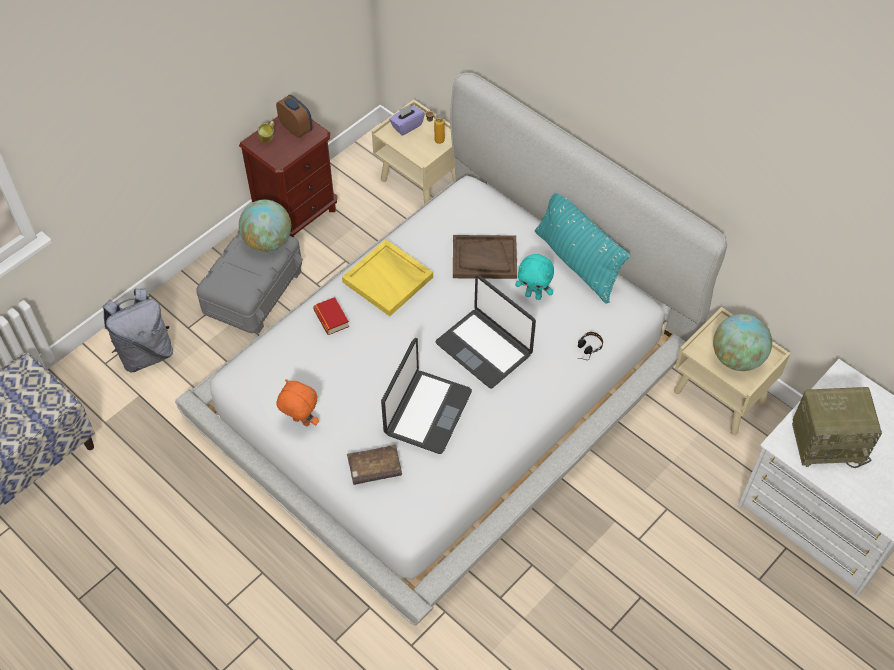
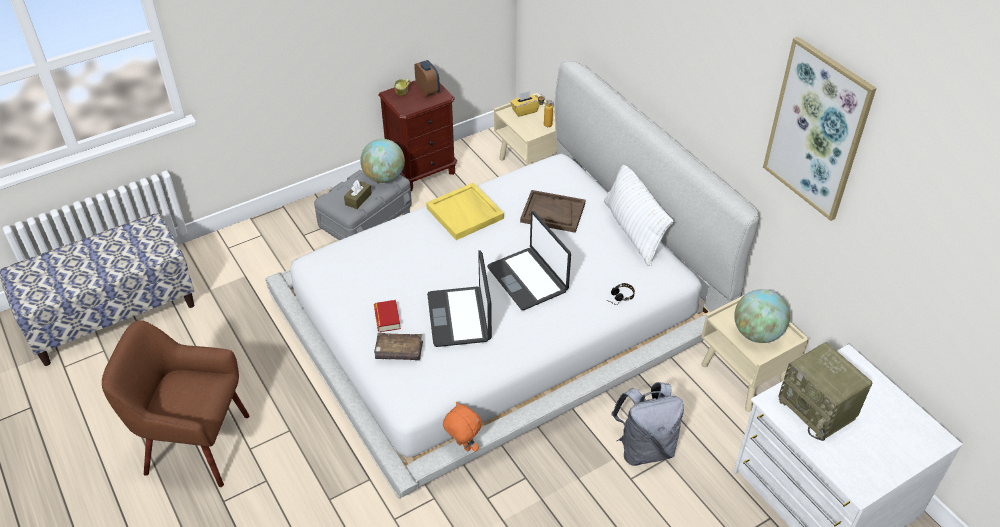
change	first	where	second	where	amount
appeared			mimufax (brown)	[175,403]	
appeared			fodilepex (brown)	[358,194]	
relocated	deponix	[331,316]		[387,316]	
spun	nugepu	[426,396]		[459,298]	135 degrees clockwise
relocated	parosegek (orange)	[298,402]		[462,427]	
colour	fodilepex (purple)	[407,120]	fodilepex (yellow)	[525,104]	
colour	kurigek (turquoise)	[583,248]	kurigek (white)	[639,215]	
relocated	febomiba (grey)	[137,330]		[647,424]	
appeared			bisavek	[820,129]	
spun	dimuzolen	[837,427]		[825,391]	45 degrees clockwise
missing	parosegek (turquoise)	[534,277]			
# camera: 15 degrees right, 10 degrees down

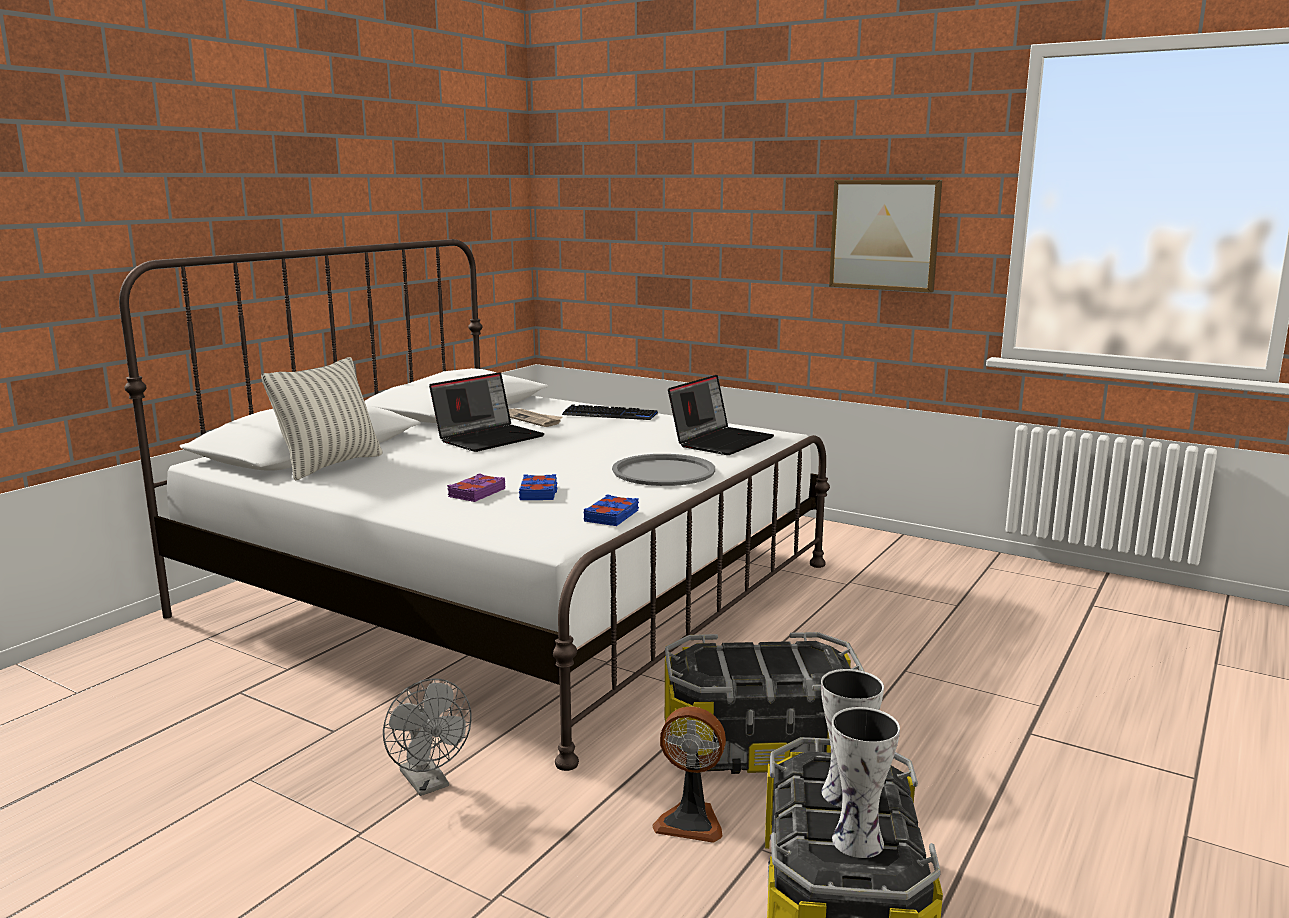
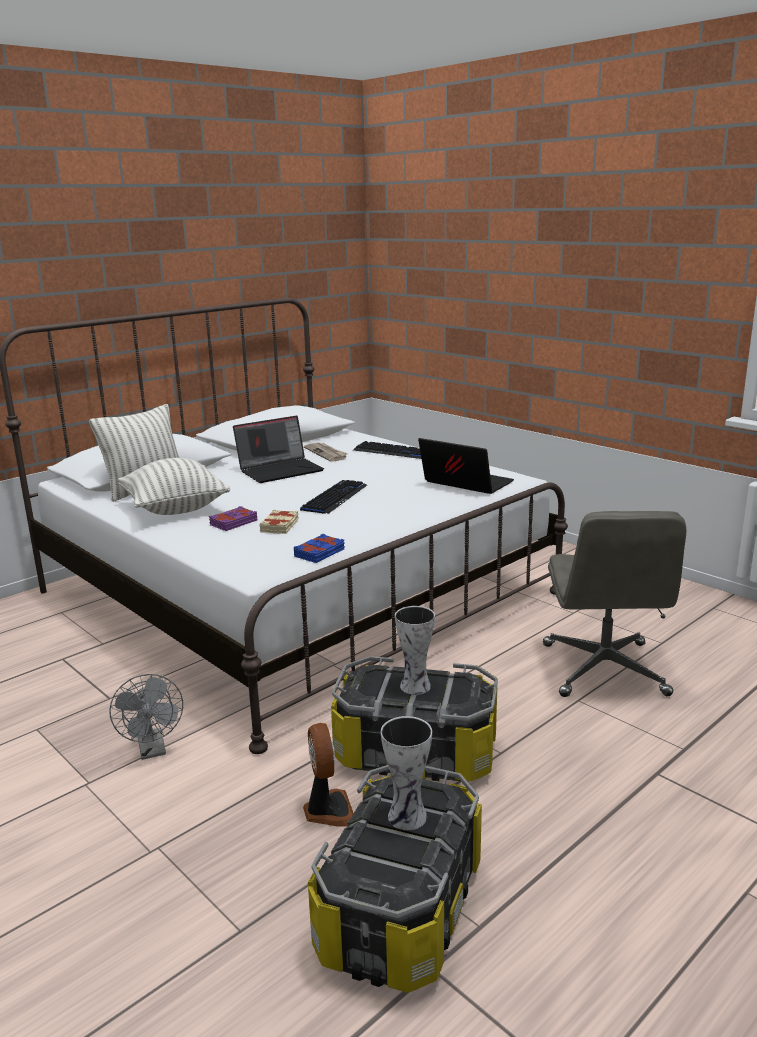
change	first	where	second	where	amount
appeared			kurigek	[173,486]	
colour	deponix (blue)	[538,487]	deponix (beige)	[279,522]	
appeared			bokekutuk	[333,497]	
spun	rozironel	[689,774]		[328,774]	135 degrees counterclockwise
relocated	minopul	[866,782]		[415,650]	
spun	nugepu	[721,415]		[466,466]	105 degrees counterclockwise
appeared			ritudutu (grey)	[615,604]	
missing	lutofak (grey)	[663,470]			
missing	bisavek	[885,236]			
# camera: 15 degrees right, 5 degrees up

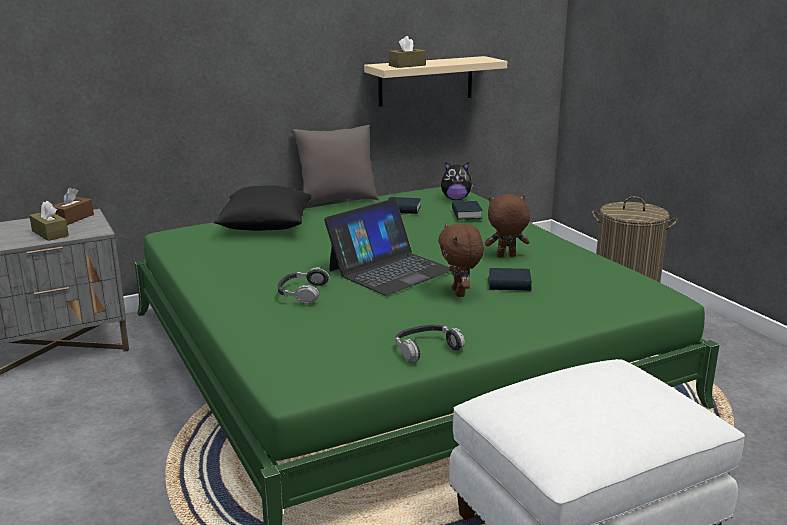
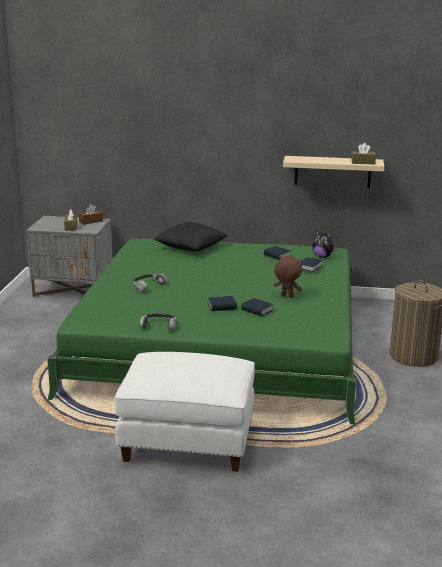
change	first	where	second	where	amount
exchanged	parosegek (brown)	[461,260]	deponix	[222,303]	
relocated	fodilepex (brown)	[407,52]		[363,154]	
missing	kurigek (grey)	[335,166]			
missing	nugepu	[387,246]			
# camera: 35 degrees right, 0 degrees up

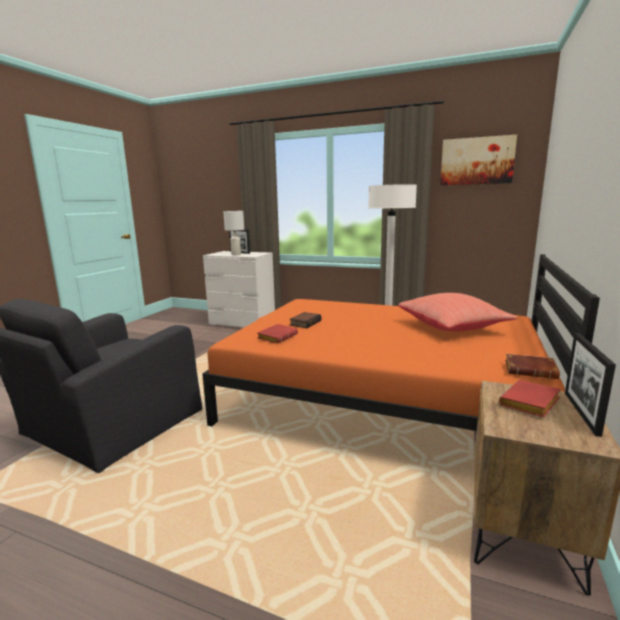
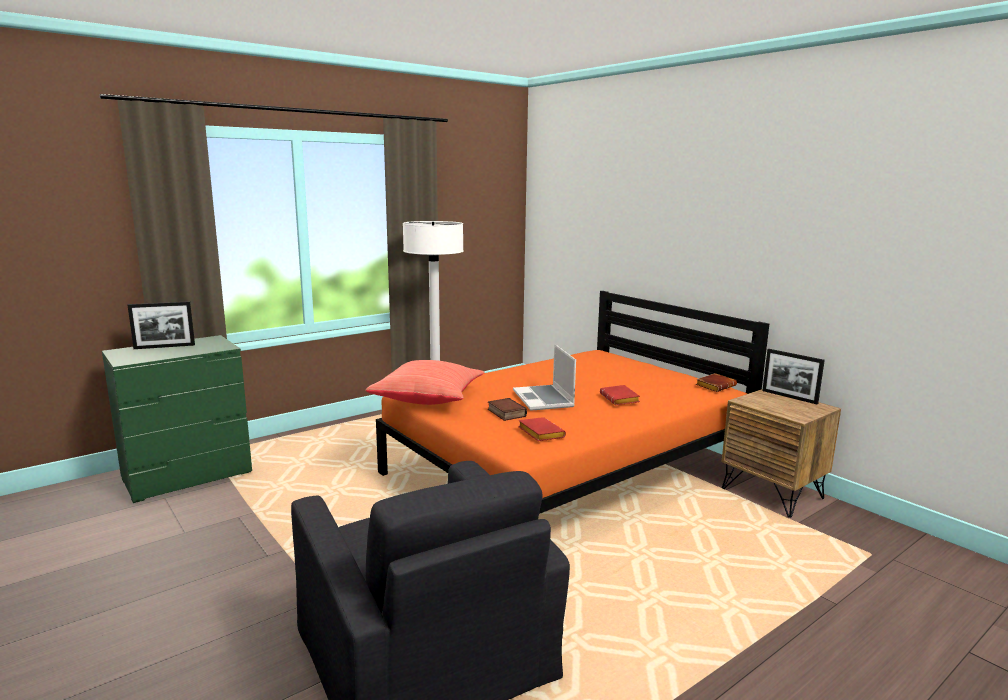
change	first	where	second	where	amount
colour	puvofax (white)	[239,289]	puvofax (green)	[177,419]	
relocated	kurigek (red)	[458,312]		[425,382]	
appeared			nugepu	[544,377]	
relocated	deponix (red)	[530,398]		[620,395]	
missing	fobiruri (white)	[233,233]			
missing	bisavek	[478,160]			
# camera: 60 degrees left, 0 degrees up

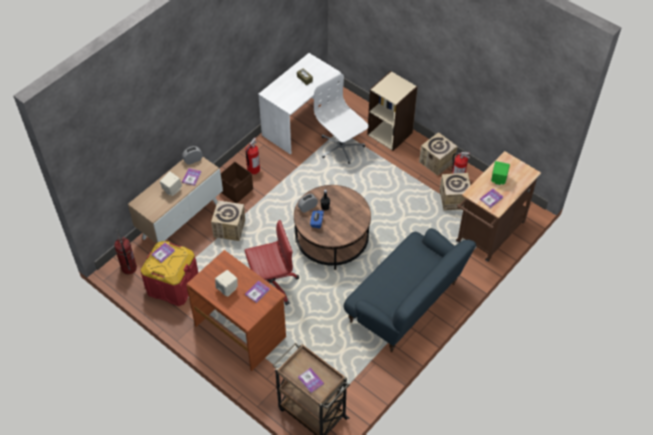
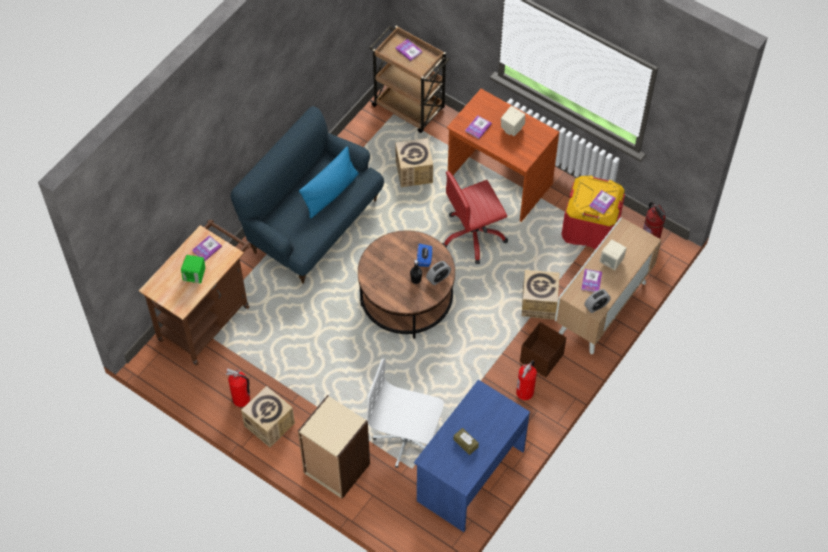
change	first	where	second	where	amount
appeared			kurigek (blue)	[329,182]	
spun	ritudutu (white)	[341,118]		[405,413]	150 degrees clockwise
relocated	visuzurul	[455,191]		[414,162]	
colour	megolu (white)	[299,103]	megolu (blue)	[472,456]	
# camera: 175 degrees right, 5 degrees up

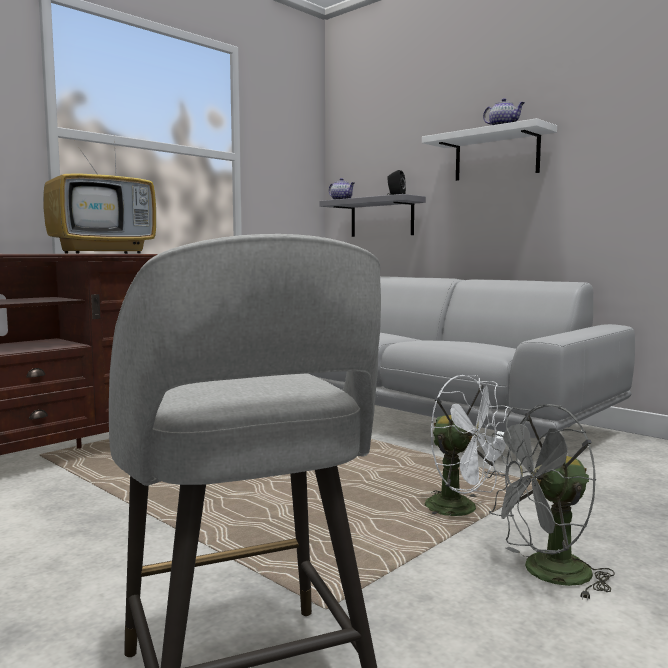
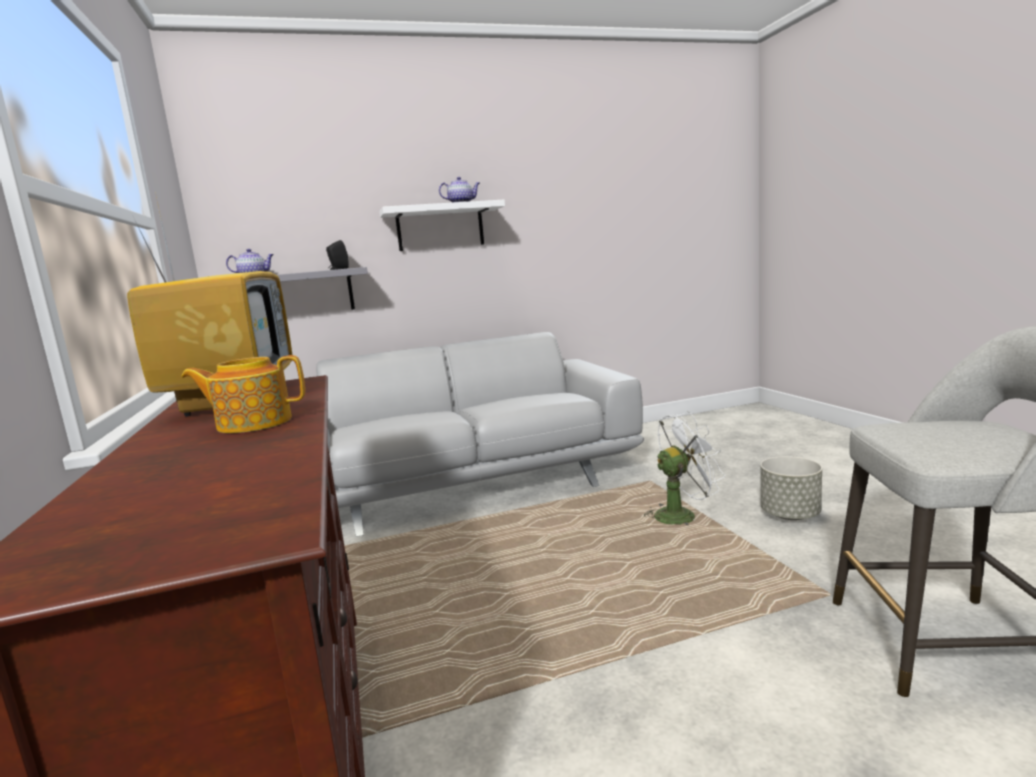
change	first	where	second	where	amount
appeared			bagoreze	[243,394]	
exchanged	rozironel (grey)	[549,502]	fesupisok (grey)	[791,488]	
# camera: 60 degrees left, 5 degrees up

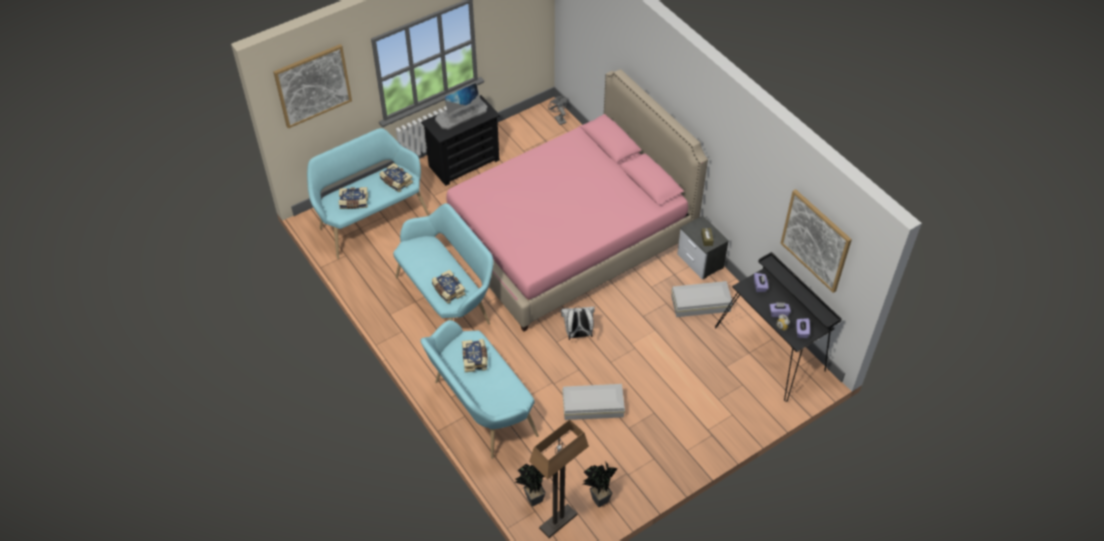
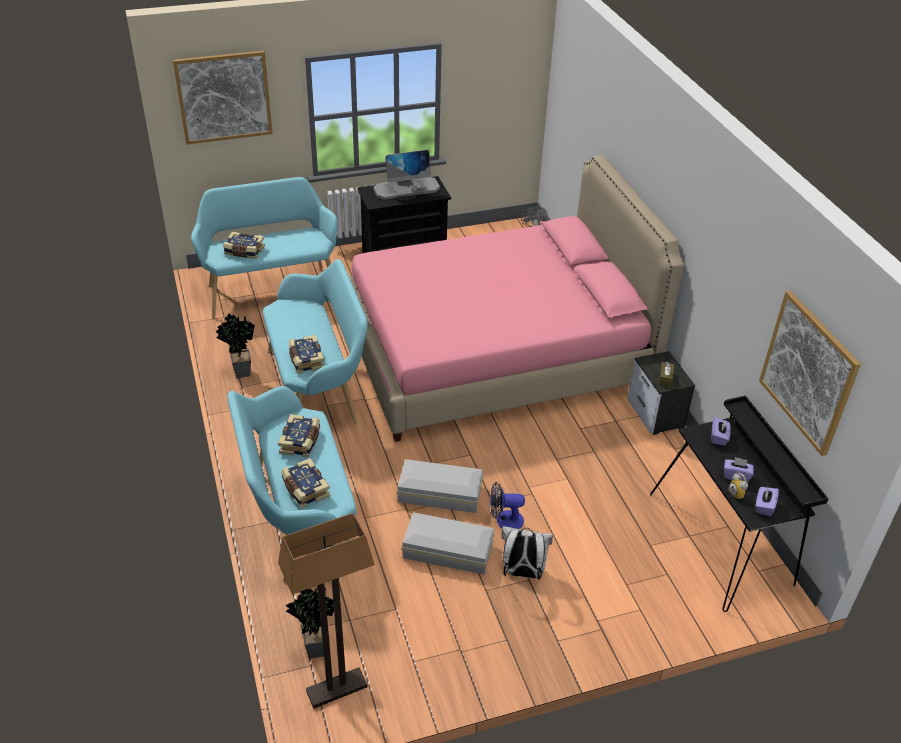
change	first	where	second	where	amount
relocated	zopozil	[600,484]		[235,346]	
relocated	deponix	[396,178]		[305,483]	
relocated	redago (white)	[702,299]		[440,486]	
appeared			rozironel	[507,505]	
relocated	febomiba (white)	[578,323]		[527,552]	
# camera: 15 degrees right, 10 degrees down

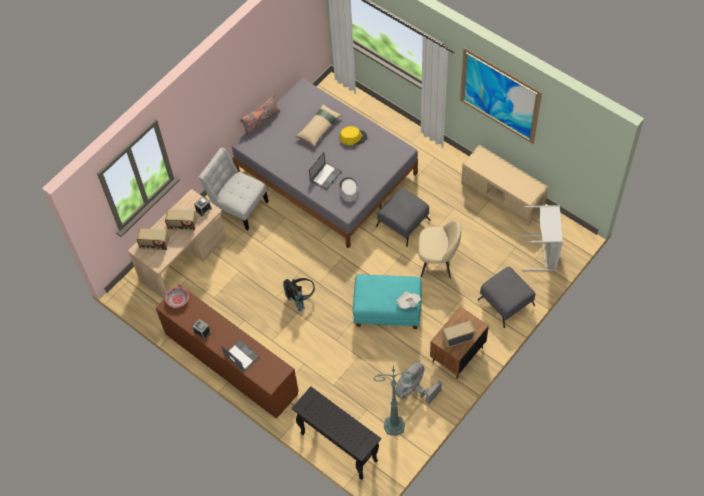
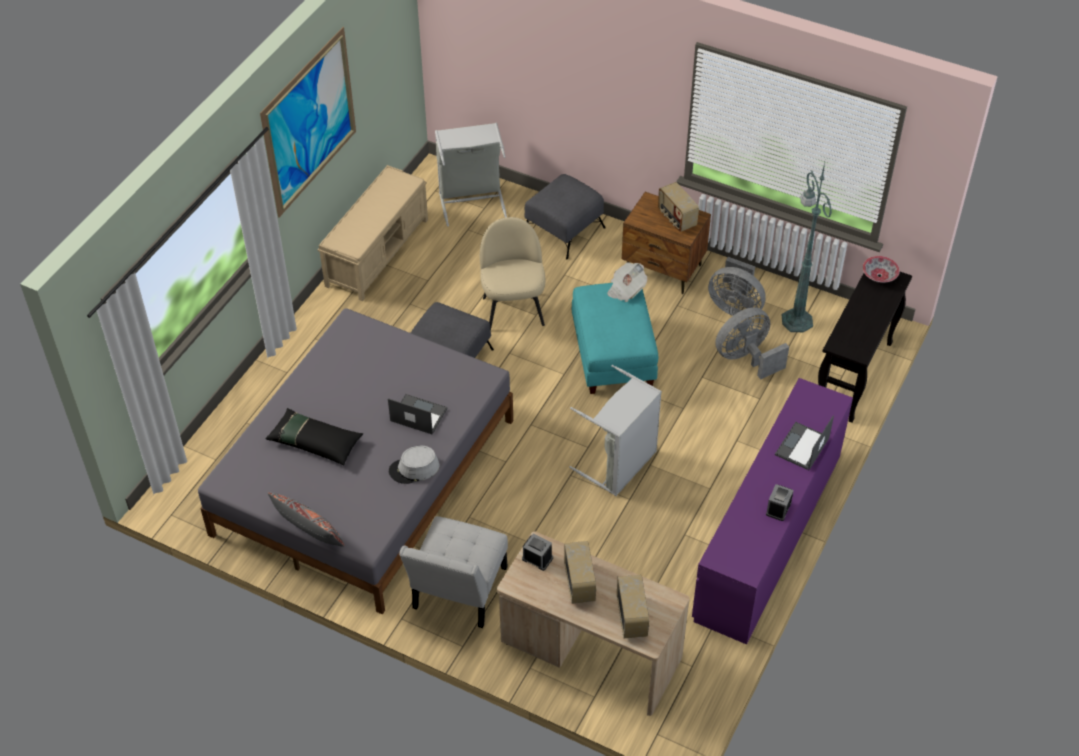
change	first	where	second	where	amount
colour	kurigek (beige)	[319,125]	kurigek (black)	[314,436]	
relocated	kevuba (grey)	[349,189]		[414,465]	
exchanged	febomiba (black)	[299,295]	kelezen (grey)	[615,430]	
colour	puvofax (brown)	[227,351]	puvofax (purple)	[772,511]	
appeared			rozironel (grey)	[752,343]	
relocated	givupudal	[177,297]		[881,269]	
missing	kevuba (yellow)	[353,135]			
# camera: 105 degrees left, 10 degrees down

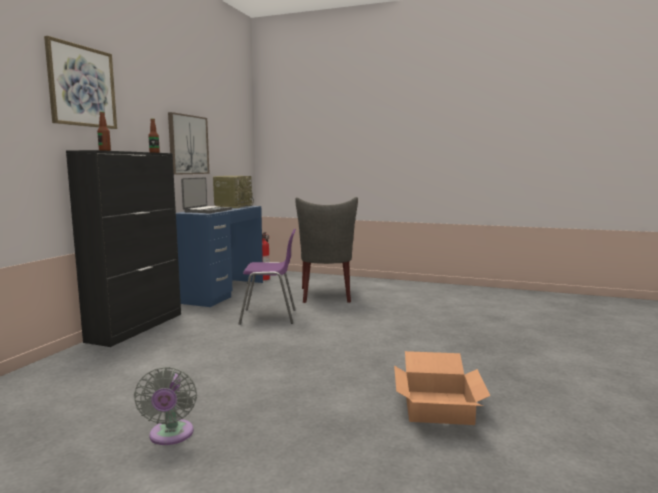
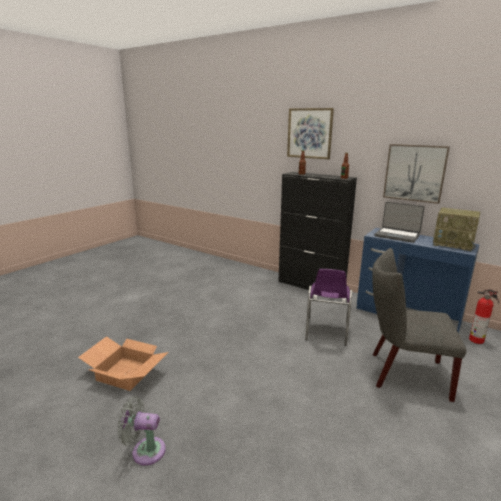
change	first	where	second	where	amount
relocated	rozironel (grey)	[165,406]		[141,431]	
# camera: 105 degrees right, 10 degrees up

